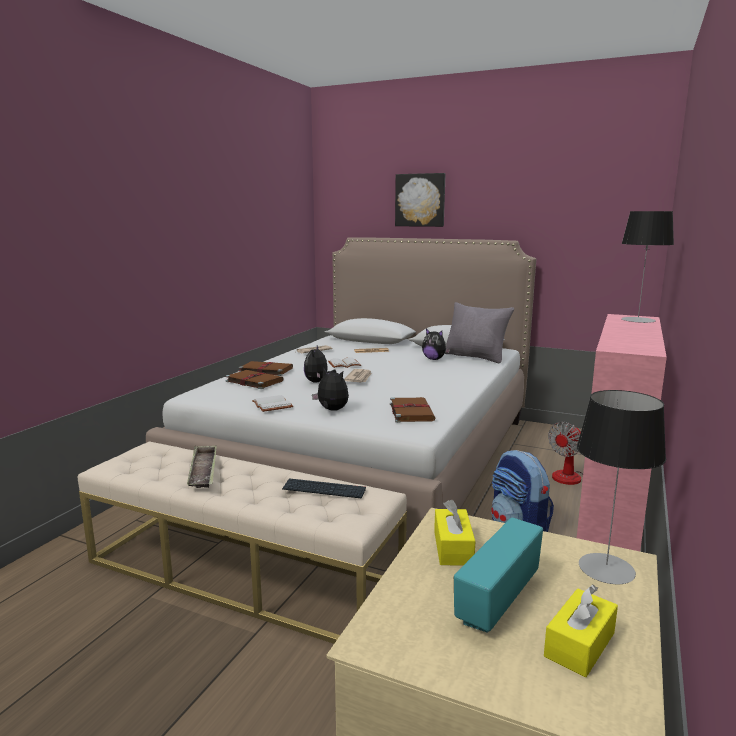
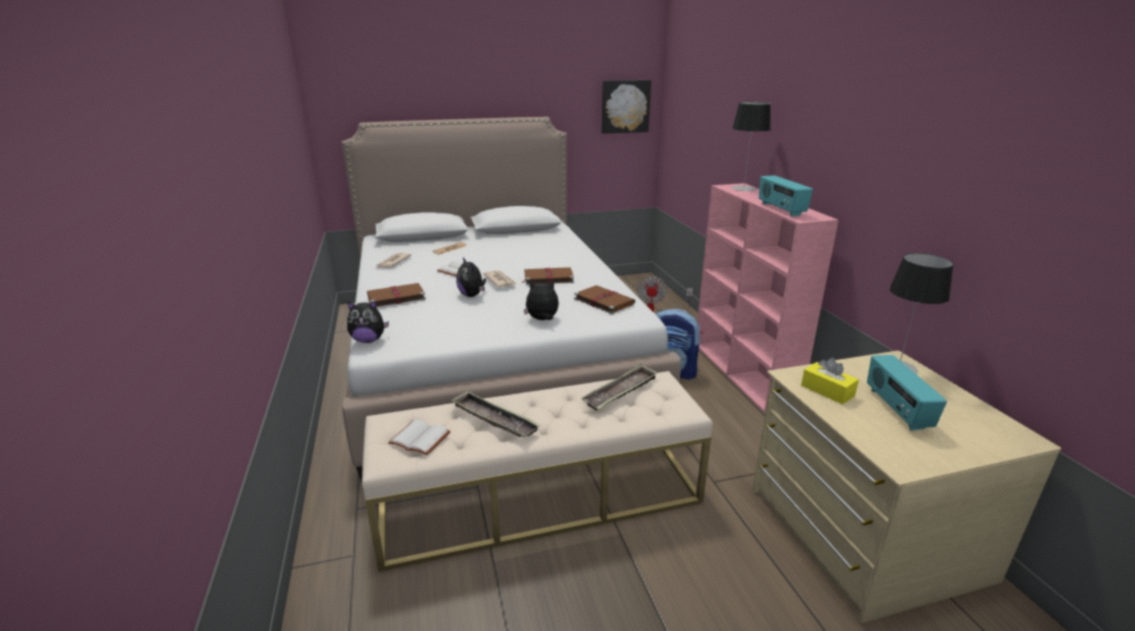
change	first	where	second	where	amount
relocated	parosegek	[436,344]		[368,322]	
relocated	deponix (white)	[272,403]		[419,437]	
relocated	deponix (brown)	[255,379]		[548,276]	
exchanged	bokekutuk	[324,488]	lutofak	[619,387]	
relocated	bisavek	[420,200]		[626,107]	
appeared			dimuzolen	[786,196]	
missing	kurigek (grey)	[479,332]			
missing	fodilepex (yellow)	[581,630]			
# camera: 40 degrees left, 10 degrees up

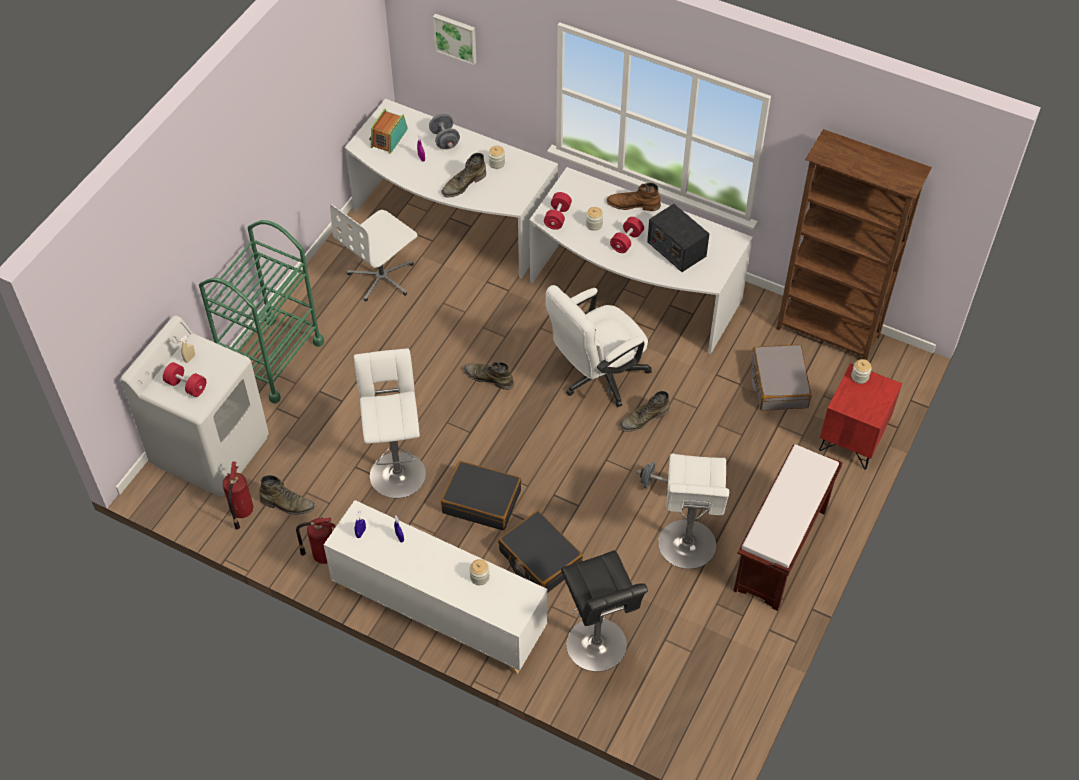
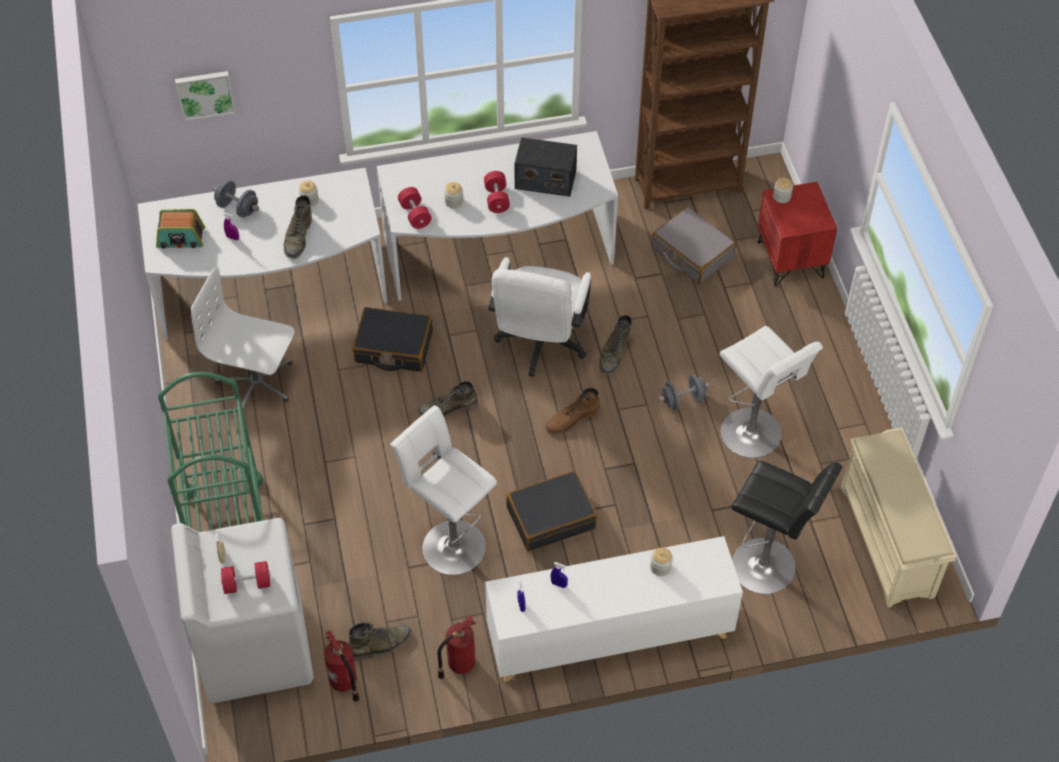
change	first	where	second	where	amount
spun	dimuzolen	[388,131]		[180,229]	75 degrees counterclockwise
spun	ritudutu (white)	[373,253]		[242,338]	105 degrees clockwise
relocated	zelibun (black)	[540,551]		[393,339]	
relocated	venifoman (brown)	[634,197]		[573,411]	
appeared			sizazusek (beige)	[899,517]	
missing	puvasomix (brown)	[788,528]			
# camera: 40 degrees left, 0 degrees up

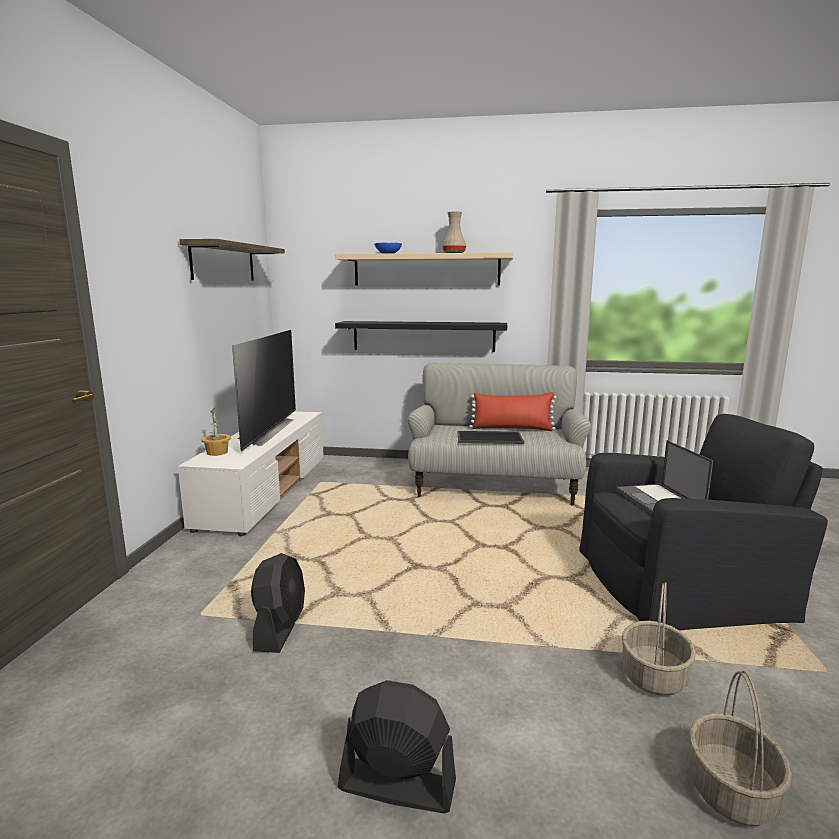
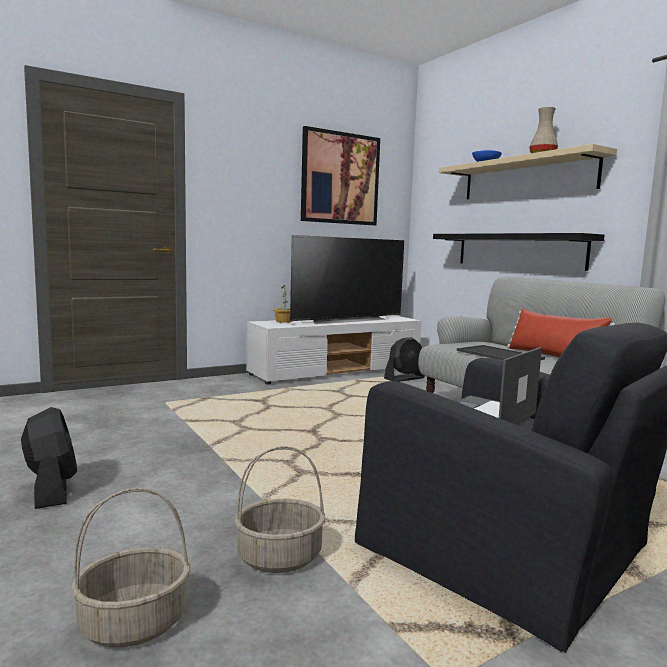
change	first	where	second	where	amount
exchanged	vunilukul	[232,259]	bisavek	[340,175]	
relocated	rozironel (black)	[278,603]		[404,359]	
# camera: 50 degrees right, 5 degrees down

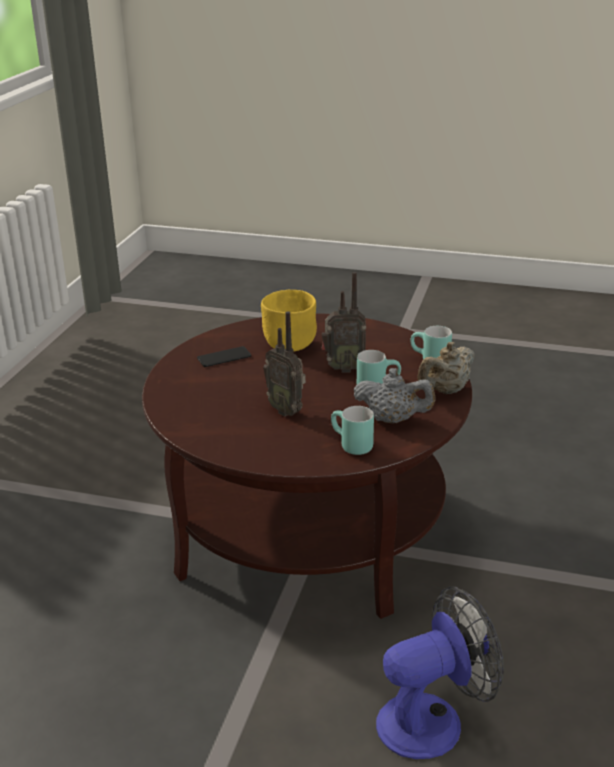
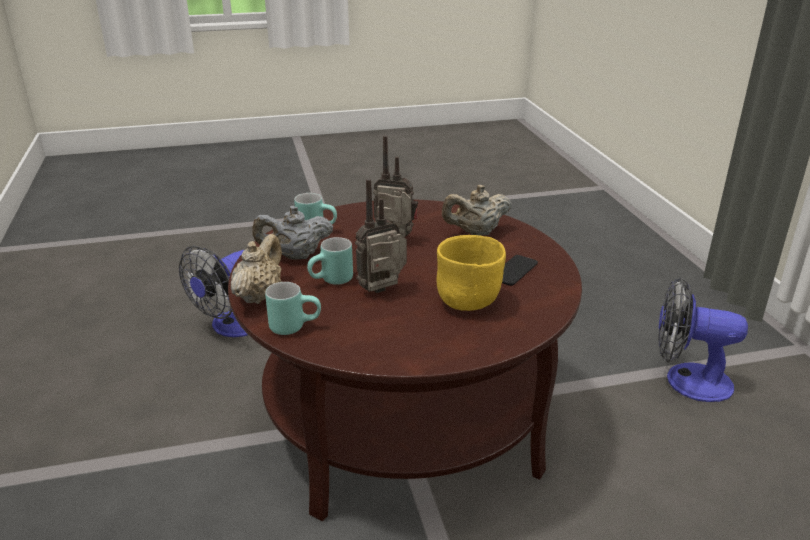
change	first	where	second	where	amount
appeared			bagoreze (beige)	[477,210]	
appeared			rozironel	[703,339]	
# camera: 150 degrees right, 0 degrees up

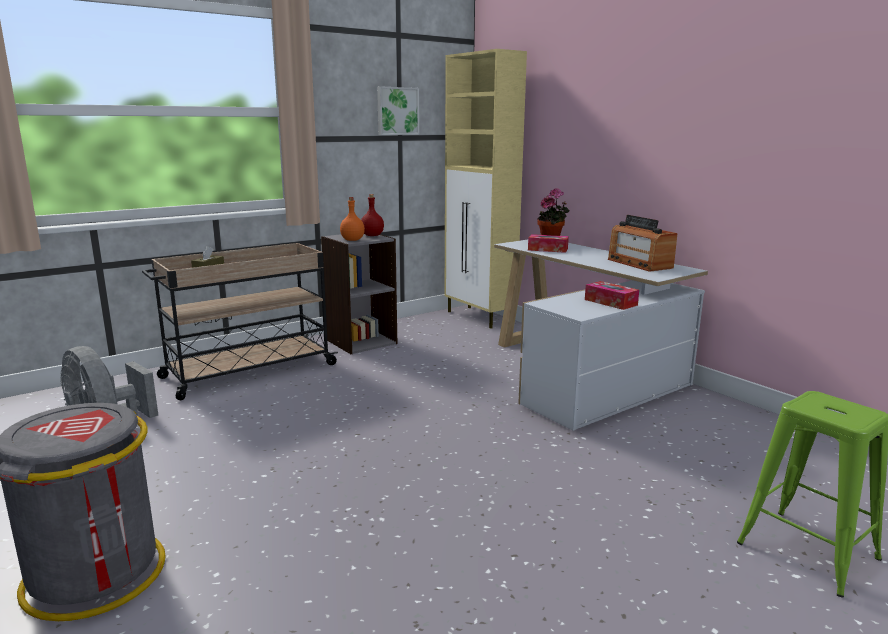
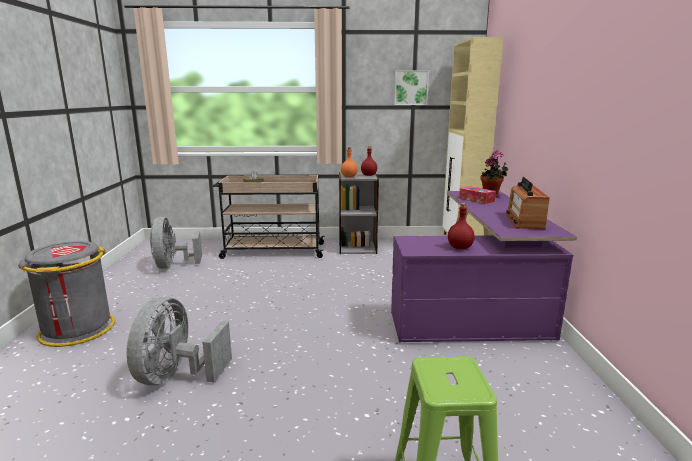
change	first	where	second	where	amount
appeared			rozironel (grey)	[179,341]	
colour	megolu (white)	[601,335]	megolu (purple)	[484,266]	
exchanged	fodilepex	[612,295]	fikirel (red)	[461,226]	
# camera: 35 degrees right, 0 degrees up

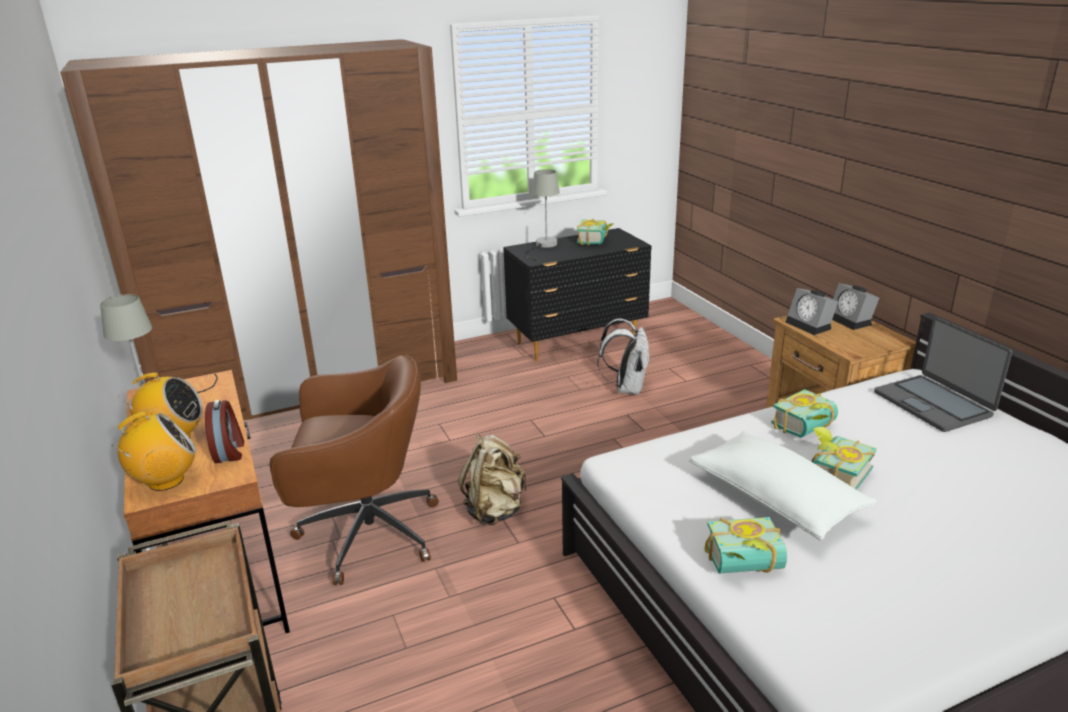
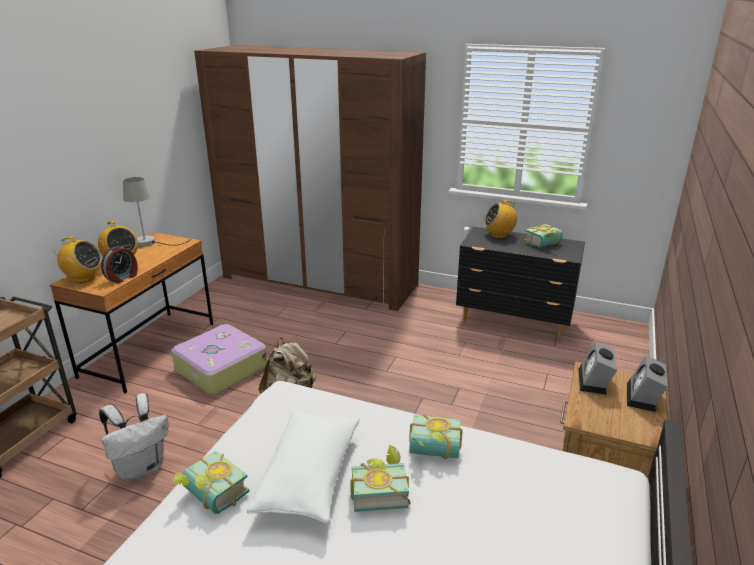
change	first	where	second	where	amount
relocated	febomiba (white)	[624,356]		[133,437]	
exchanged	ritudutu (brown)	[354,470]	zelibun	[219,359]	
exchanged	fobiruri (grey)	[542,215]	dimuzolen	[500,219]	
missing	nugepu	[943,374]			
# camera: 45 degrees right, 0 degrees up

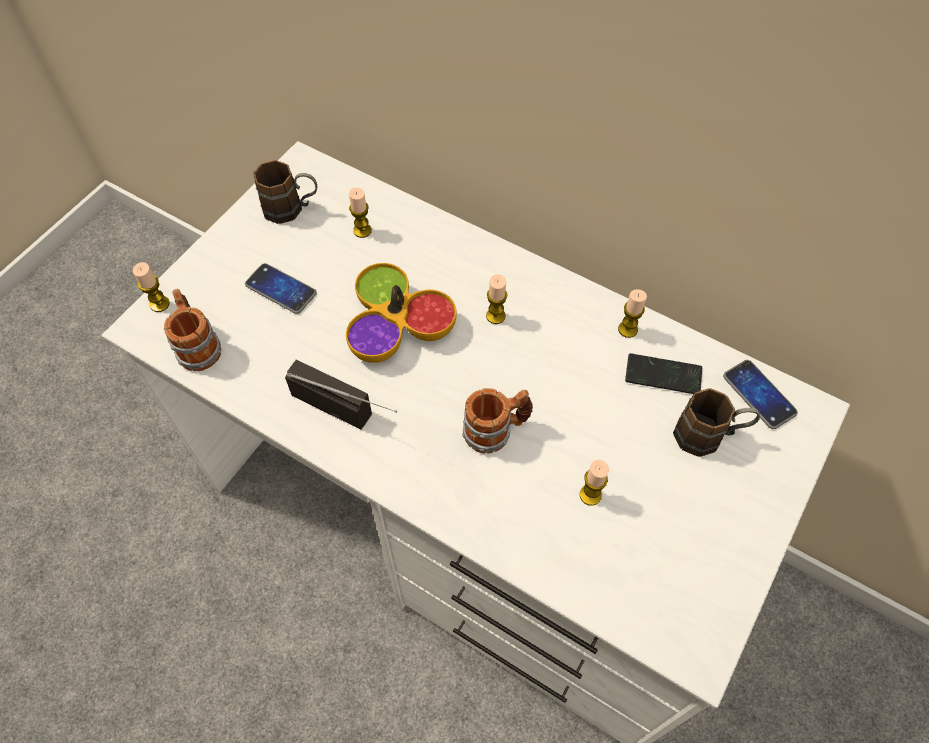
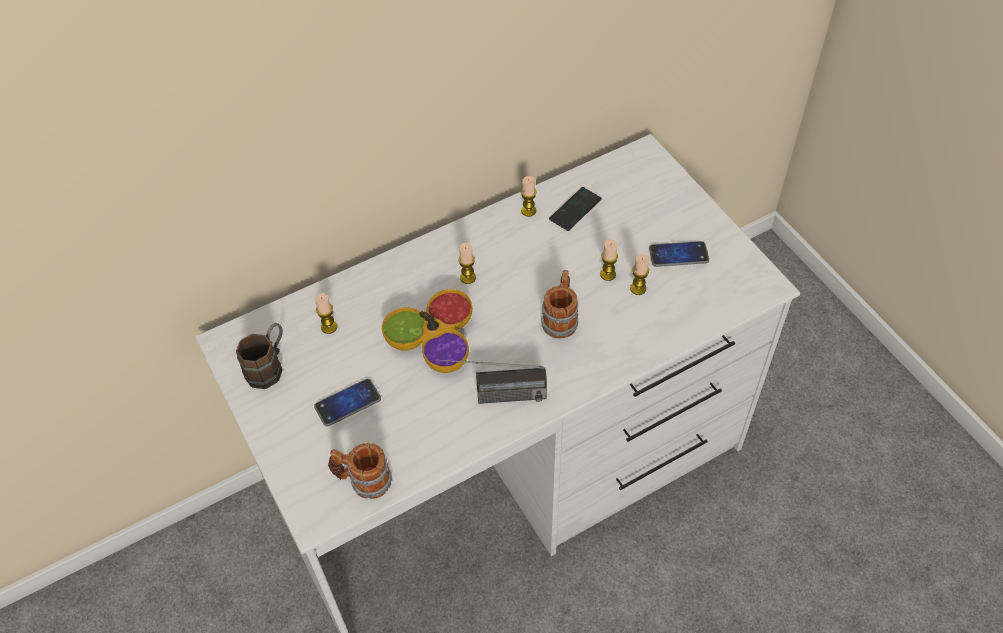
change	first	where	second	where	amount
spun	dimuzolen	[341,395]		[491,381]	150 degrees counterclockwise
relocated	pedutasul	[151,287]		[609,260]	
relocated	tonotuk	[760,394]		[679,254]	
missing	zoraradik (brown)	[716,422]			
# camera: 60 degrees left, 5 degrees down

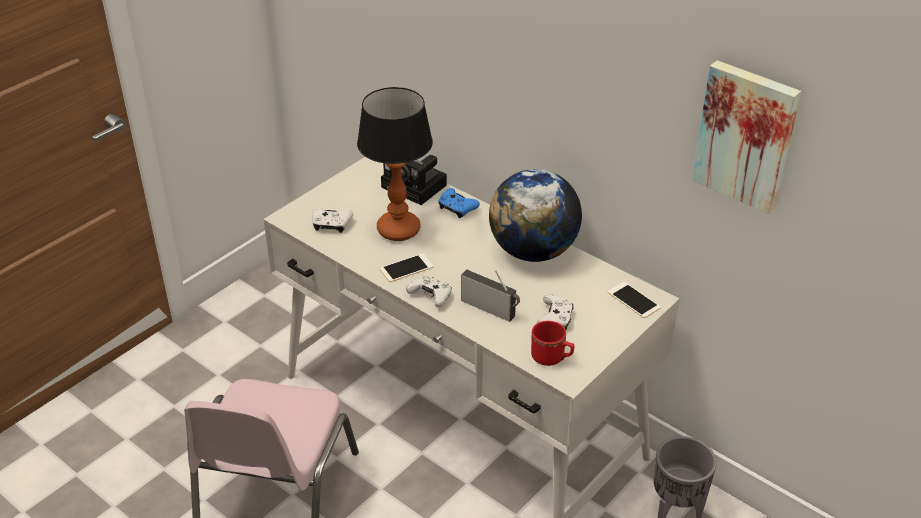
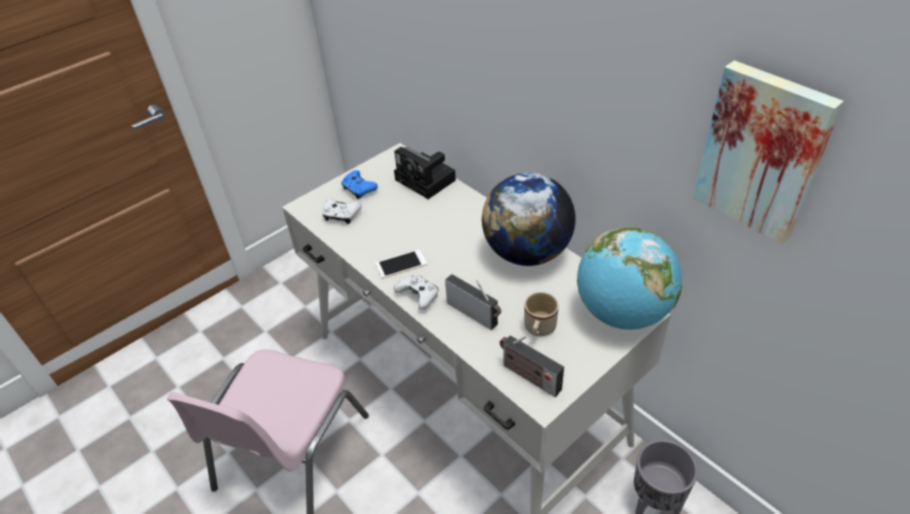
change	first	where	second	where	amount
relocated	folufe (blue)	[459,203]		[359,184]	
exchanged	zoraradik (red)	[552,343]	dimuzolen	[532,366]	
exchanged	folufe (white)	[555,312]	zoraradik (beige)	[541,314]	
exchanged	tonotuk	[634,300]	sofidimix	[629,279]	
missing	fobiruri	[395,164]			
# camera: 10 degrees right, 5 degrees up

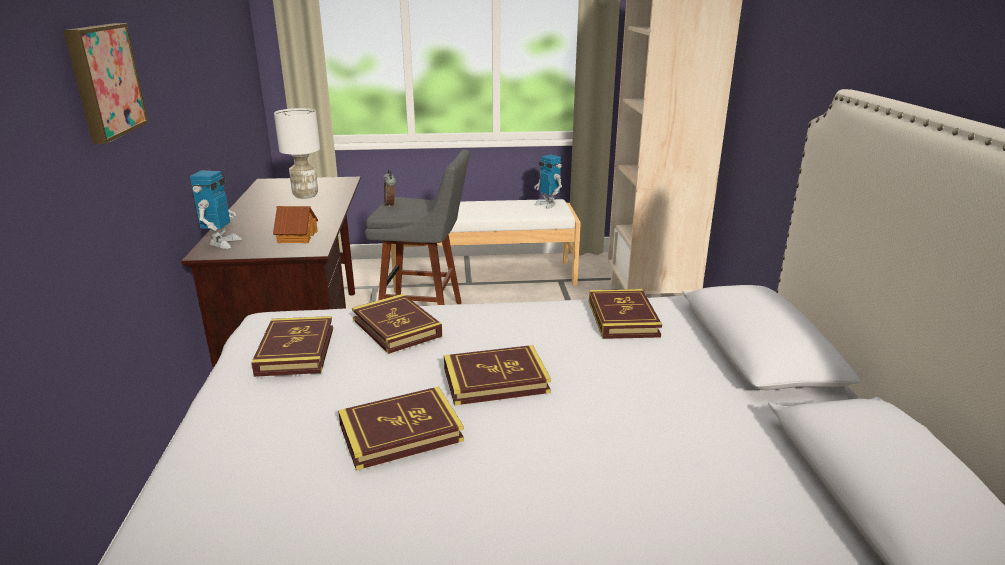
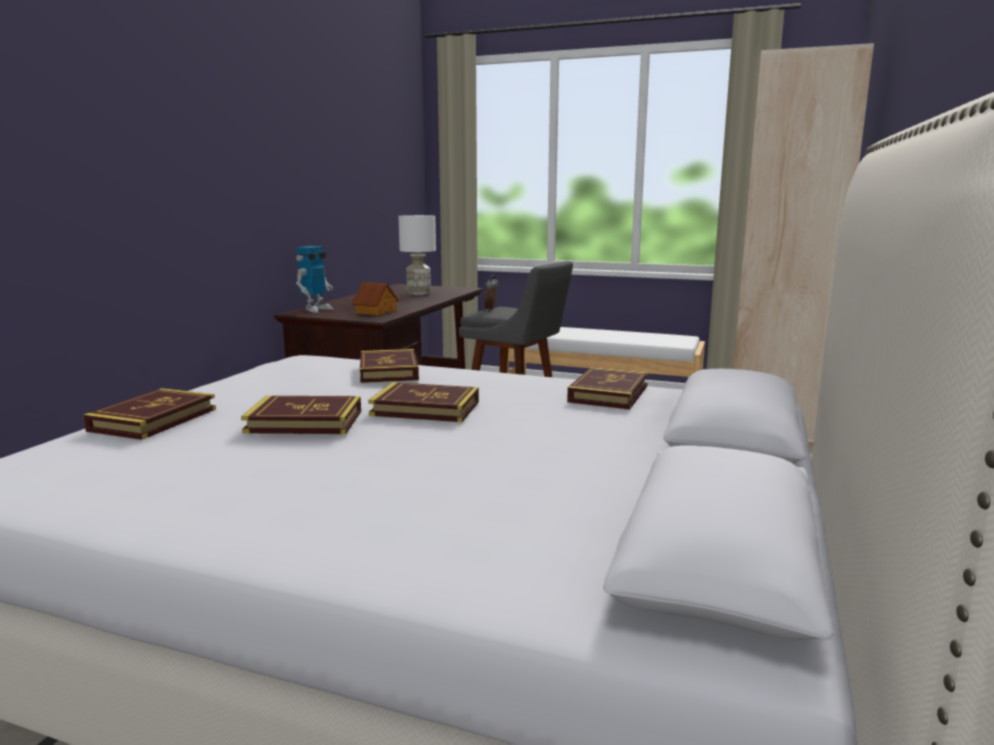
change	first	where	second	where	amount
relocated	deponix	[292,346]		[149,414]	
missing	bisavek	[106,83]			
missing	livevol	[548,181]			
# camera: 25 degrees right, 10 degrees down

